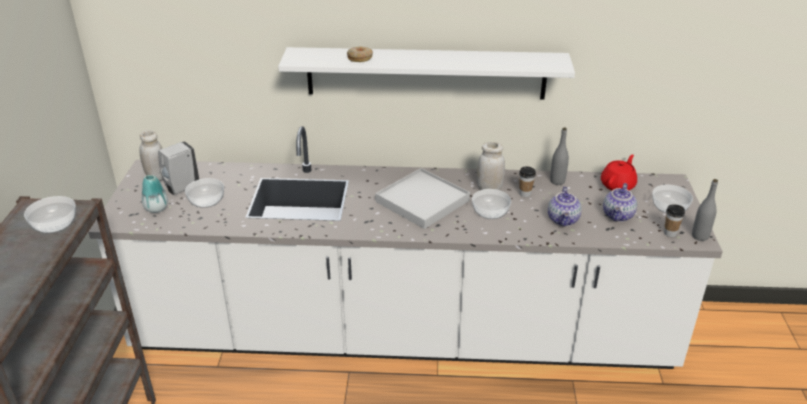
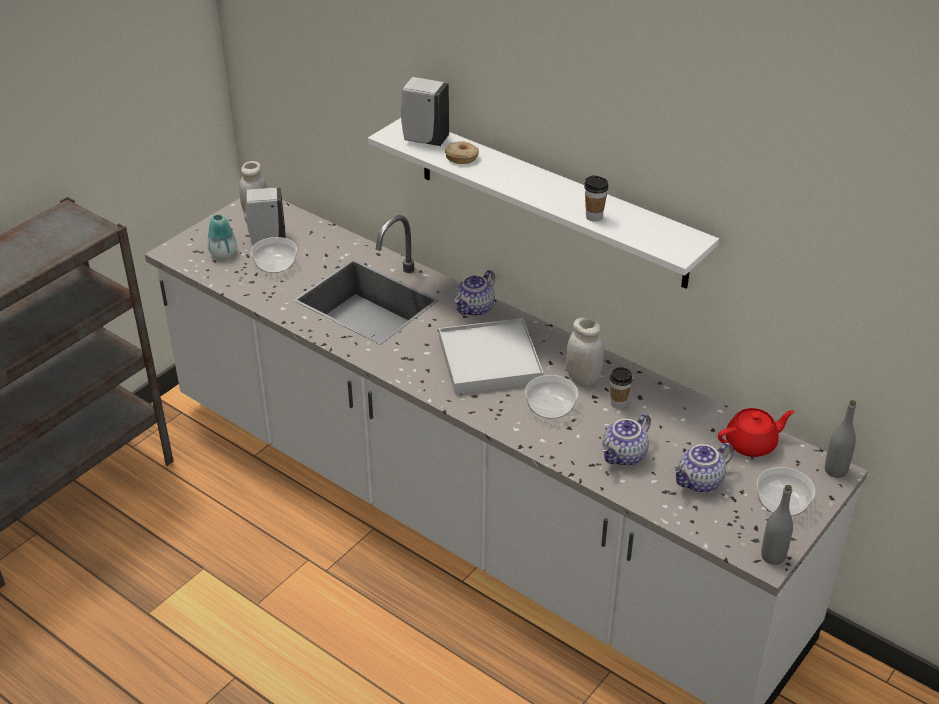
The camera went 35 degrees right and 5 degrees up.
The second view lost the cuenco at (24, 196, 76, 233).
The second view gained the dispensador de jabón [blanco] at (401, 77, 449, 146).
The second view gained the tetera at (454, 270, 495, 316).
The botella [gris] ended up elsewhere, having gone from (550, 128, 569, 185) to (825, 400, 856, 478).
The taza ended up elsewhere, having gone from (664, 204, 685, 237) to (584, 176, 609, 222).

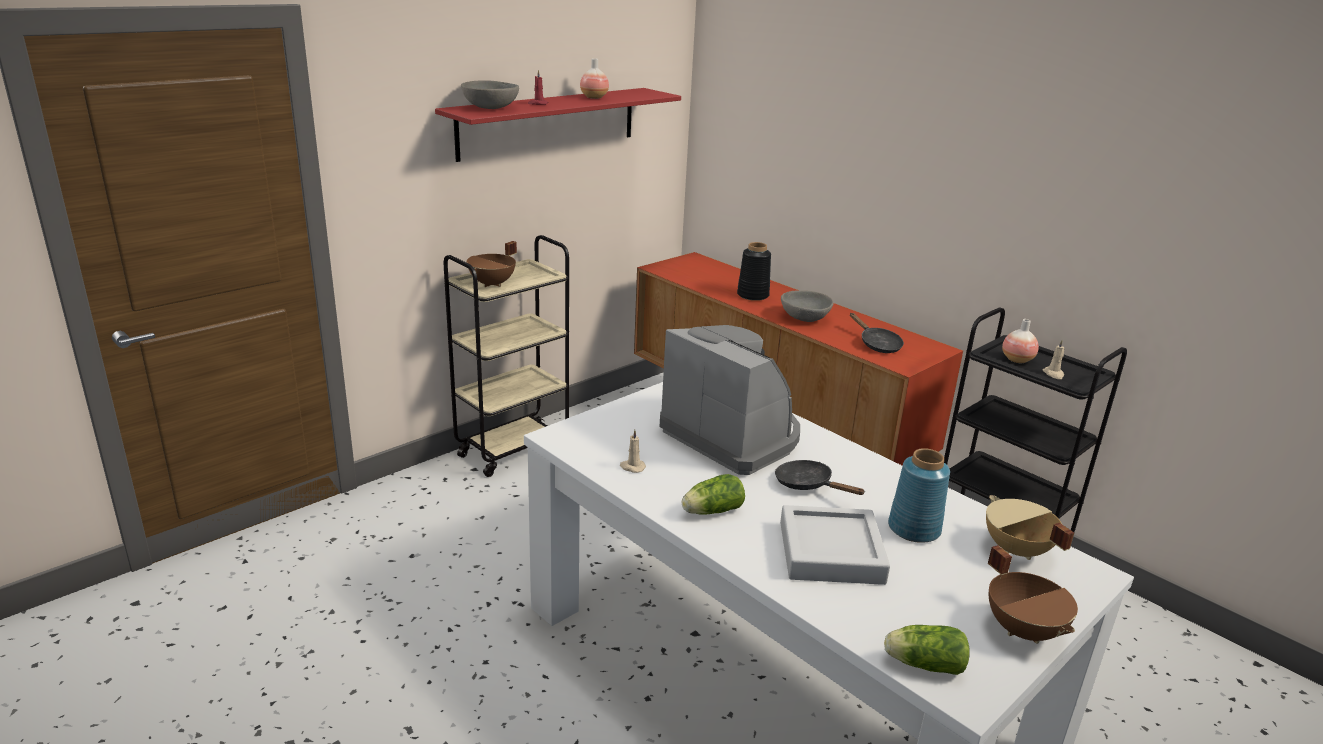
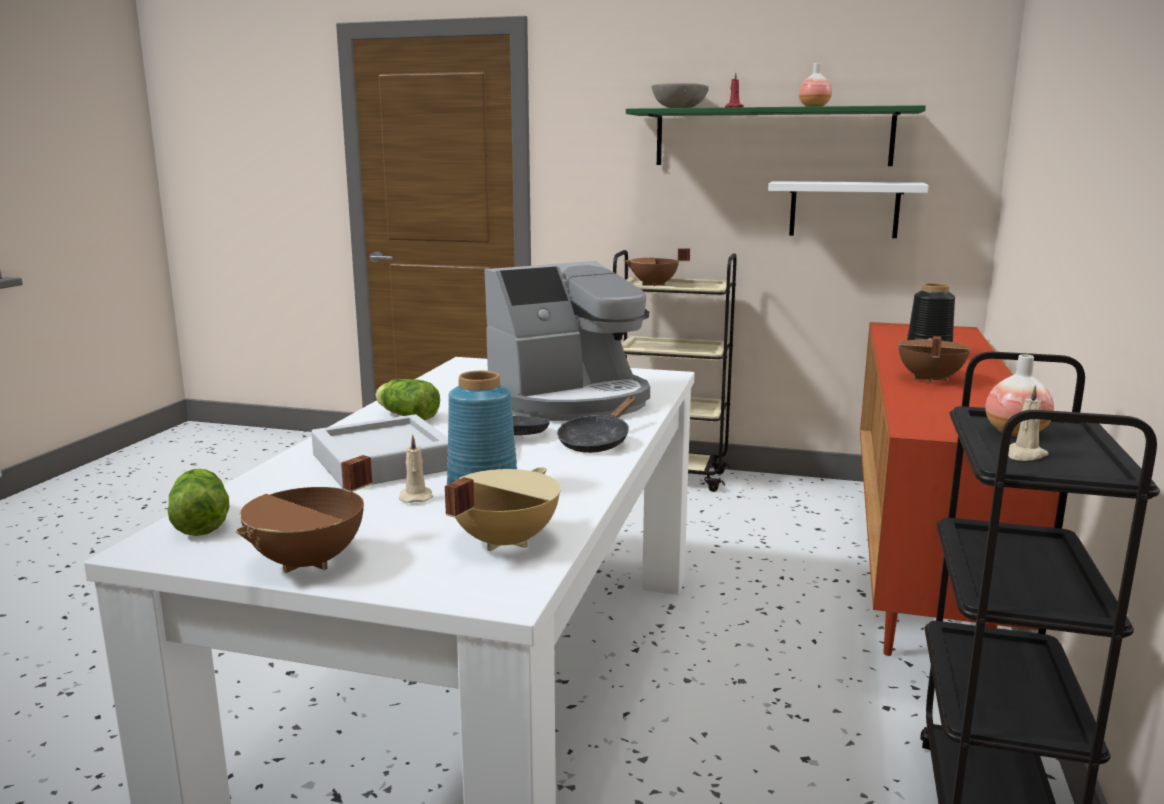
The camera went 60 degrees right and 10 degrees down.
The second view gained the estante [blanco] at (768, 181, 929, 238).
The vela [beis] ended up elsewhere, having gone from (620, 430, 646, 473) to (399, 435, 433, 503).
The sartén [negro] ended up elsewhere, having gone from (850, 313, 904, 353) to (557, 397, 636, 453).
Where the cuenco [gris] stood at (781, 290, 833, 322), the olla [marrón] came to stand at (898, 336, 970, 383).
What was the estante [rojo] at (435, 88, 681, 162) turned into the estante [verde] at (626, 105, 926, 166).
The cafetera at (659, 325, 800, 475) ended up facing another way, 45 degrees clockwise from before.

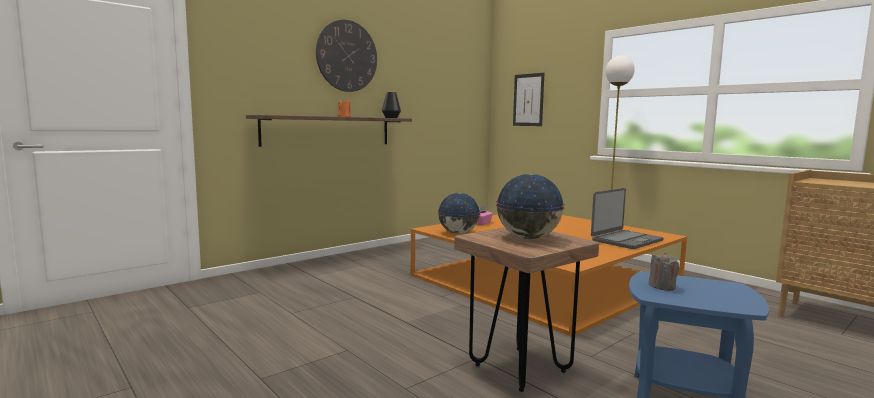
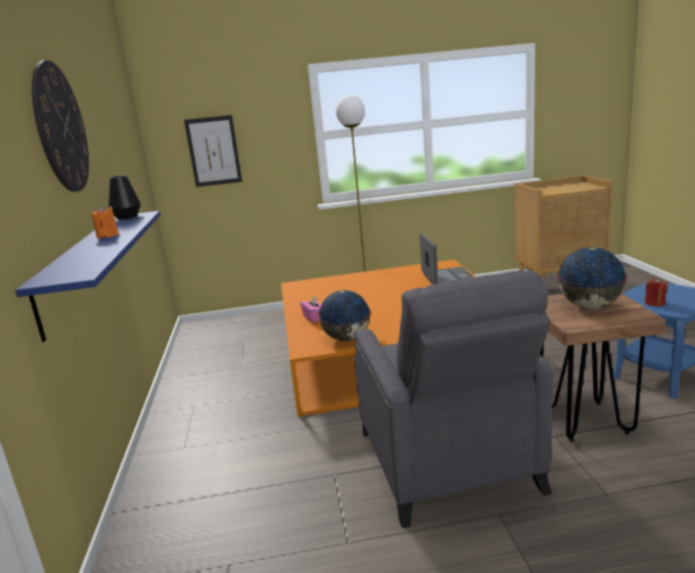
The camera went 55 degrees left and 10 degrees up.
The second view gained the sillón [gris] at (354, 270, 553, 528).
What was the estante [marrón] at (246, 115, 412, 147) turned into the estante [azul] at (15, 211, 160, 342).
What was the vela [gris] at (649, 252, 680, 290) turned into the vela [rojo] at (645, 278, 668, 306).

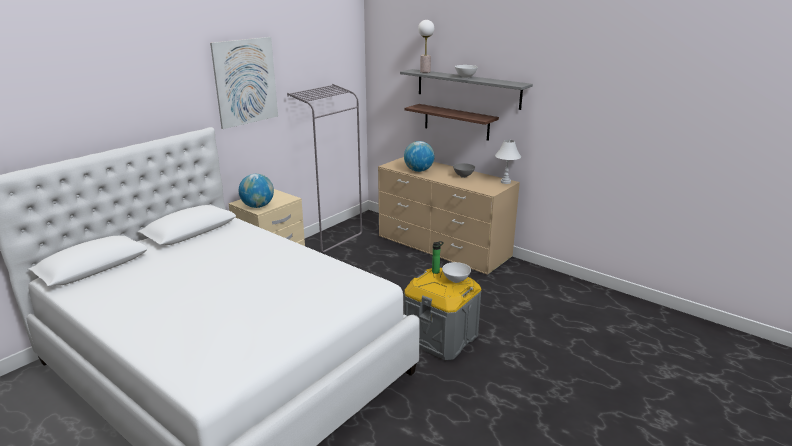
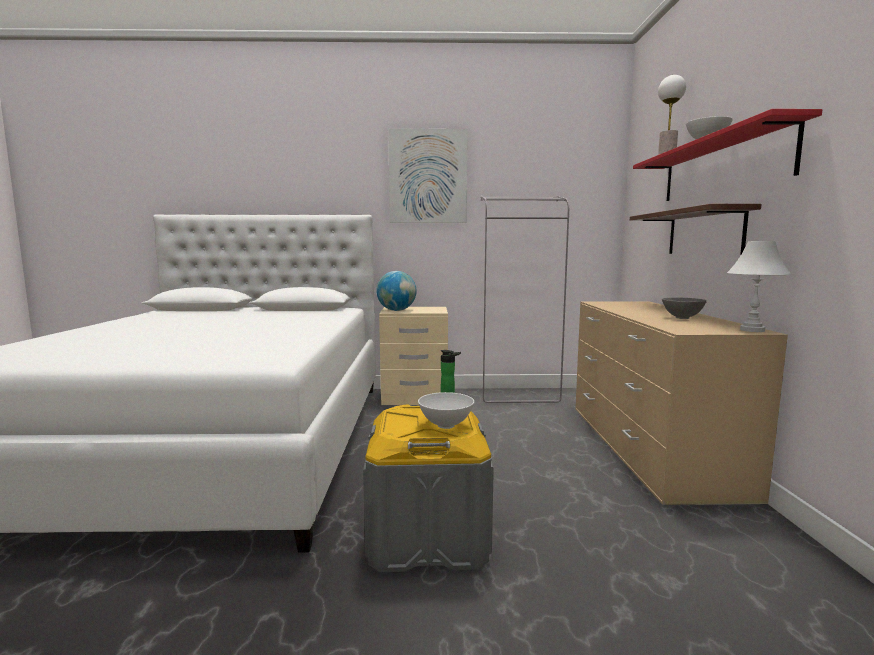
The camera went 50 degrees right and 15 degrees down.
The second view lost the globo terráqueo at (404, 141, 434, 172).
What was the estante [gris] at (400, 69, 533, 110) turned into the estante [rojo] at (633, 109, 822, 201).

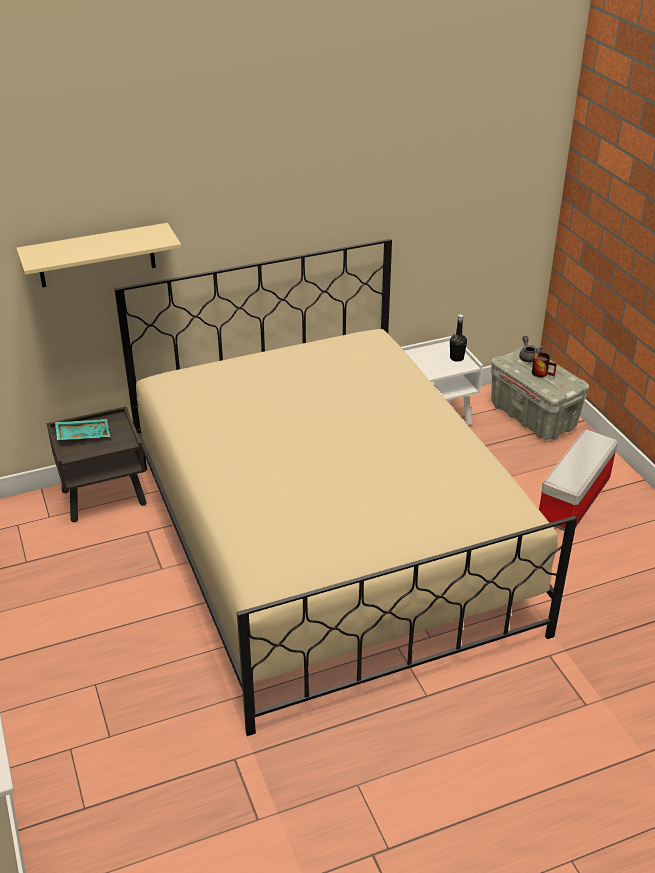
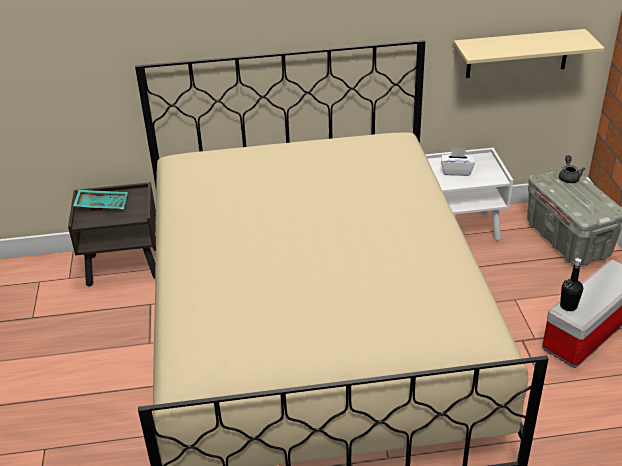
The camera went 15 degrees right and 0 degrees up.
The second view lost the taza grande at (532, 352, 557, 377).
The second view gained the caja de pañuelos [blanco] at (441, 148, 475, 176).
The estante [beis] ended up elsewhere, having gone from (16, 223, 181, 287) to (454, 29, 605, 78).
The botella [negro] ended up elsewhere, having gone from (450, 314, 467, 362) to (560, 258, 583, 311).

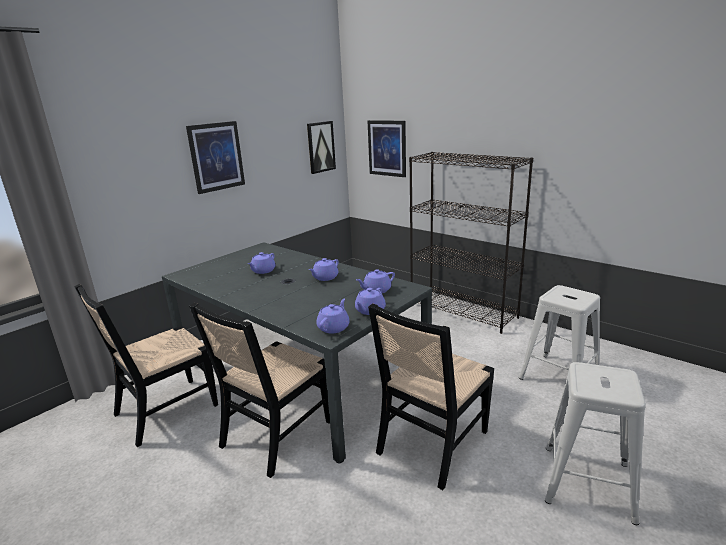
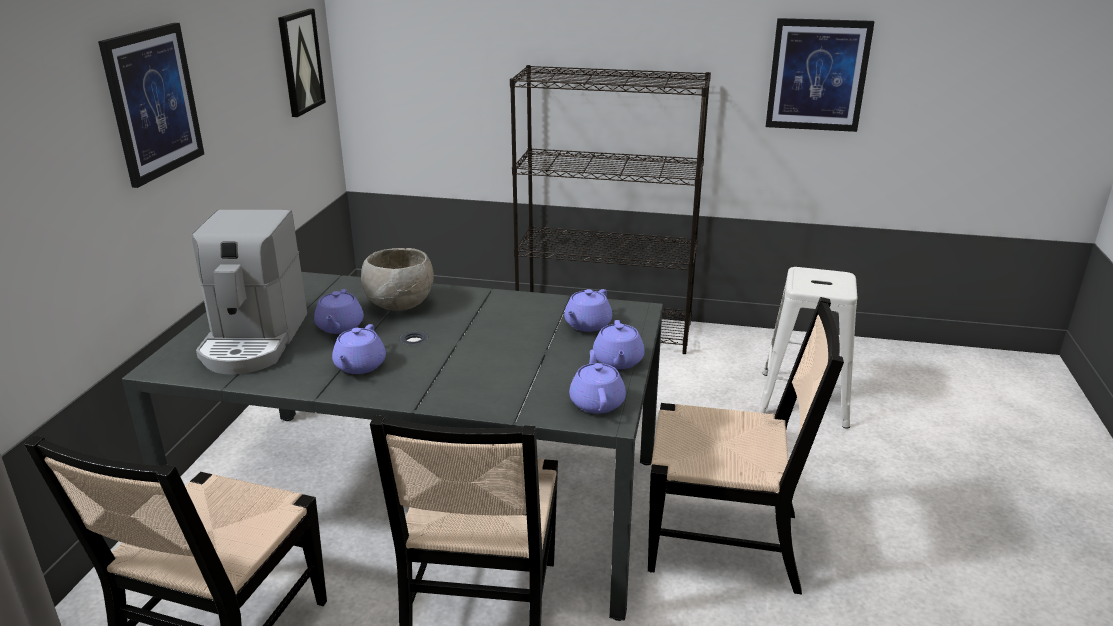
The camera went 30 degrees left and 5 degrees up.
The second view lost the taburete [blanco] at (545, 362, 646, 525).
The second view gained the cafetera at (192, 210, 307, 375).
The second view gained the cuenco [gris] at (361, 248, 434, 311).
The tetera [morado] ended up elsewhere, having gone from (309, 258, 339, 281) to (332, 324, 386, 374).
The cuadro ended up elsewhere, having gone from (368, 120, 406, 177) to (766, 18, 874, 132).
The silla at (368, 303, 494, 490) ended up facing another way, 90 degrees counterclockwise from before.

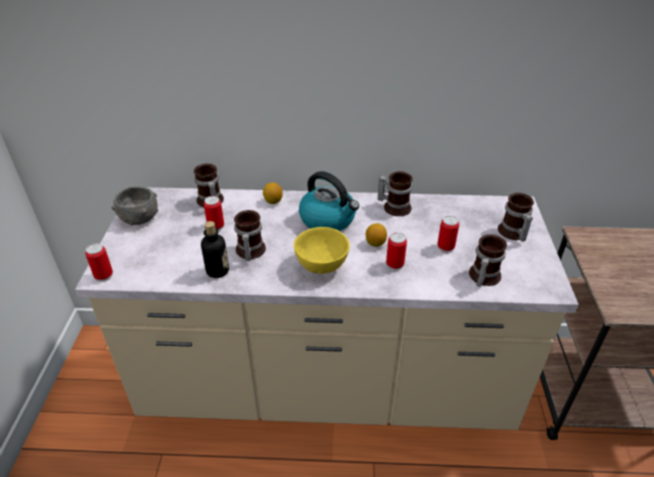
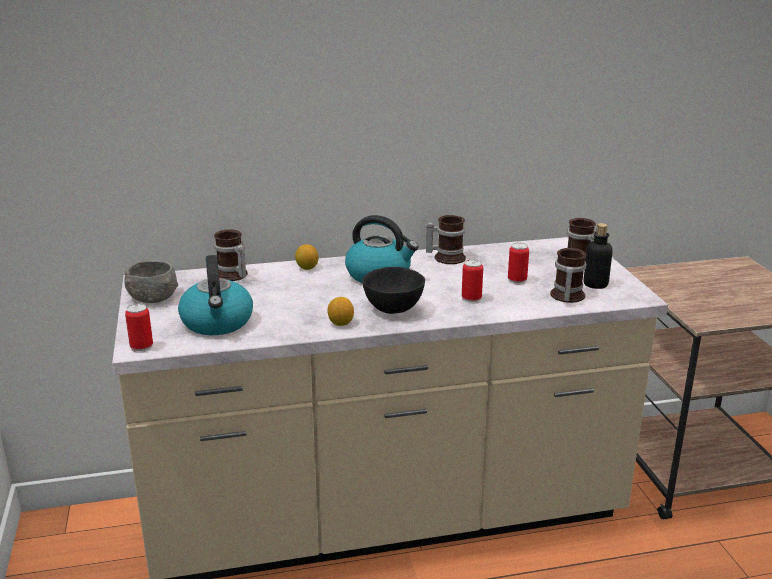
The camera went 15 degrees left and 15 degrees down.
The second view lost the lata at (204, 196, 224, 231).
The second view lost the taza grande at (234, 210, 266, 261).
The second view gained the hervidor at (178, 255, 253, 335).
The botella ended up elsewhere, having gone from (201, 221, 229, 278) to (584, 223, 613, 289).
The limón ended up elsewhere, having gone from (366, 223, 387, 247) to (327, 297, 354, 326).
What was the cuenco [amarillo] at (294, 227, 350, 274) turned into the cuenco [negro] at (362, 267, 425, 314).

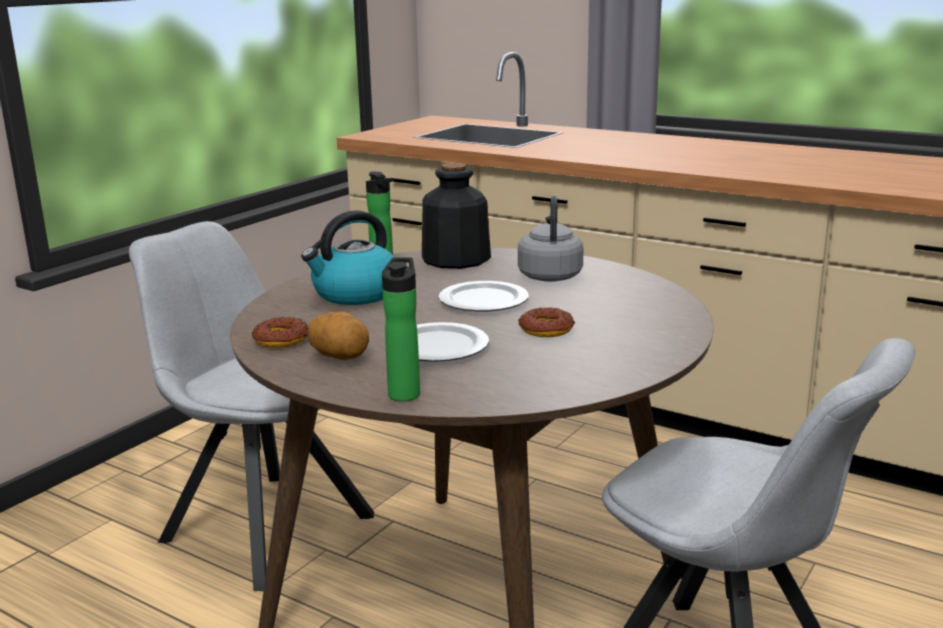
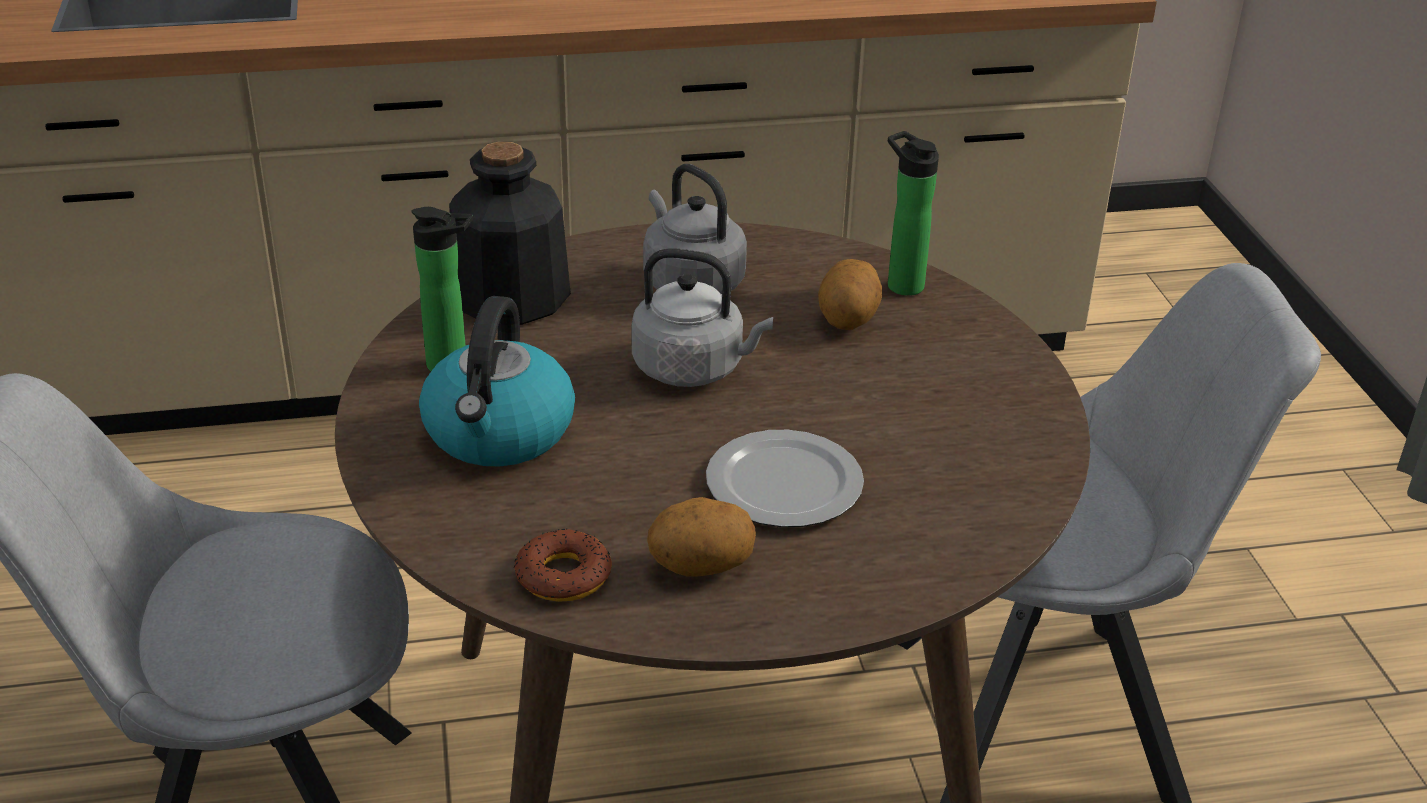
The camera went 45 degrees left and 15 degrees up.
The second view lost the rosquilla at (518, 307, 575, 337).
The second view gained the patata at (818, 259, 882, 330).
The botella ended up elsewhere, having gone from (382, 257, 420, 401) to (888, 131, 939, 296).
Where the plato stood at (439, 281, 529, 312), the hervidor [gris] came to stand at (631, 248, 773, 387).

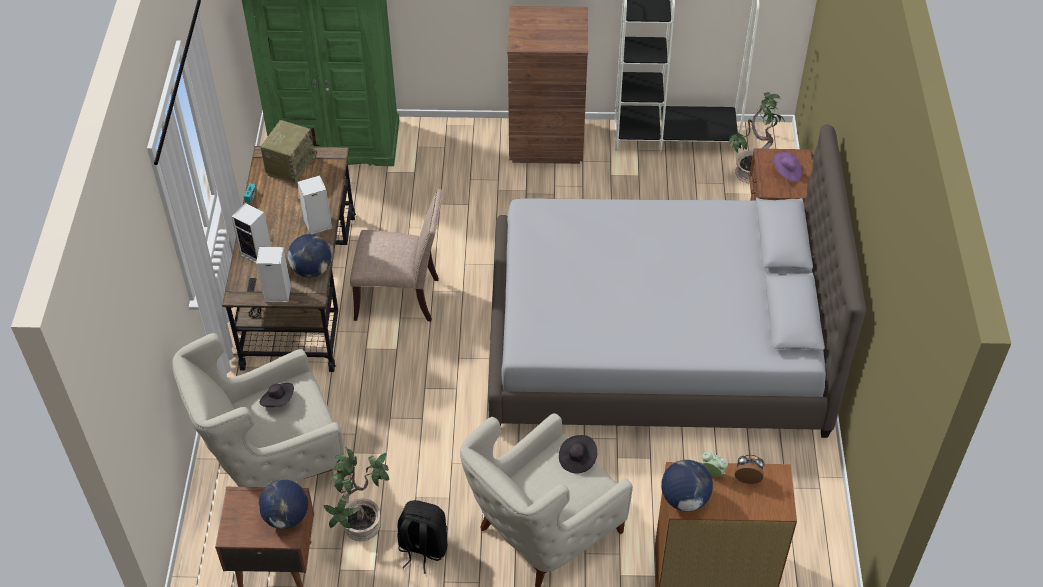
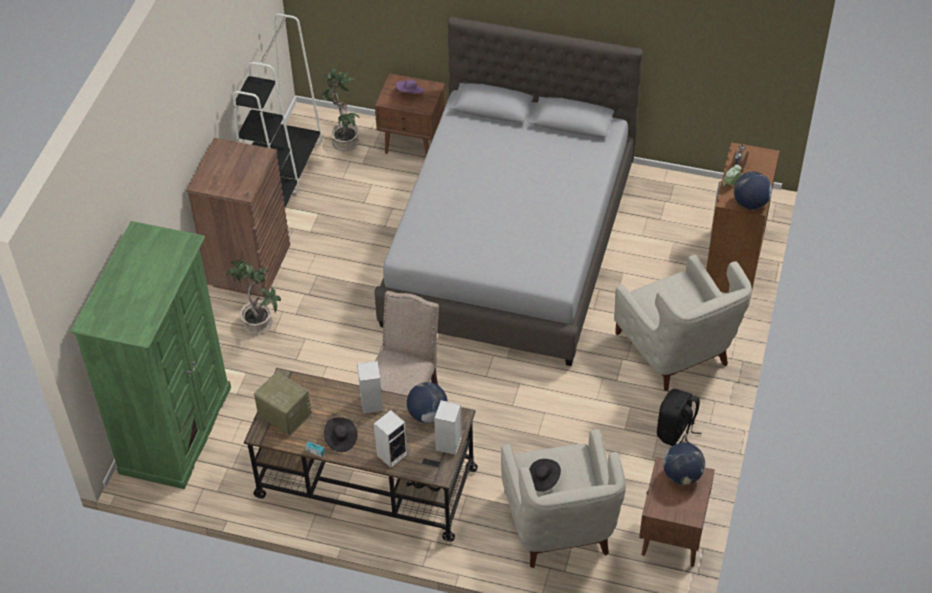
The camera went 75 degrees left and 0 degrees up.
The planta en maceta ended up elsewhere, having gone from (323, 447, 389, 541) to (226, 260, 281, 334).
The sombrero [negro] ended up elsewhere, having gone from (559, 435, 597, 474) to (324, 417, 357, 452).

